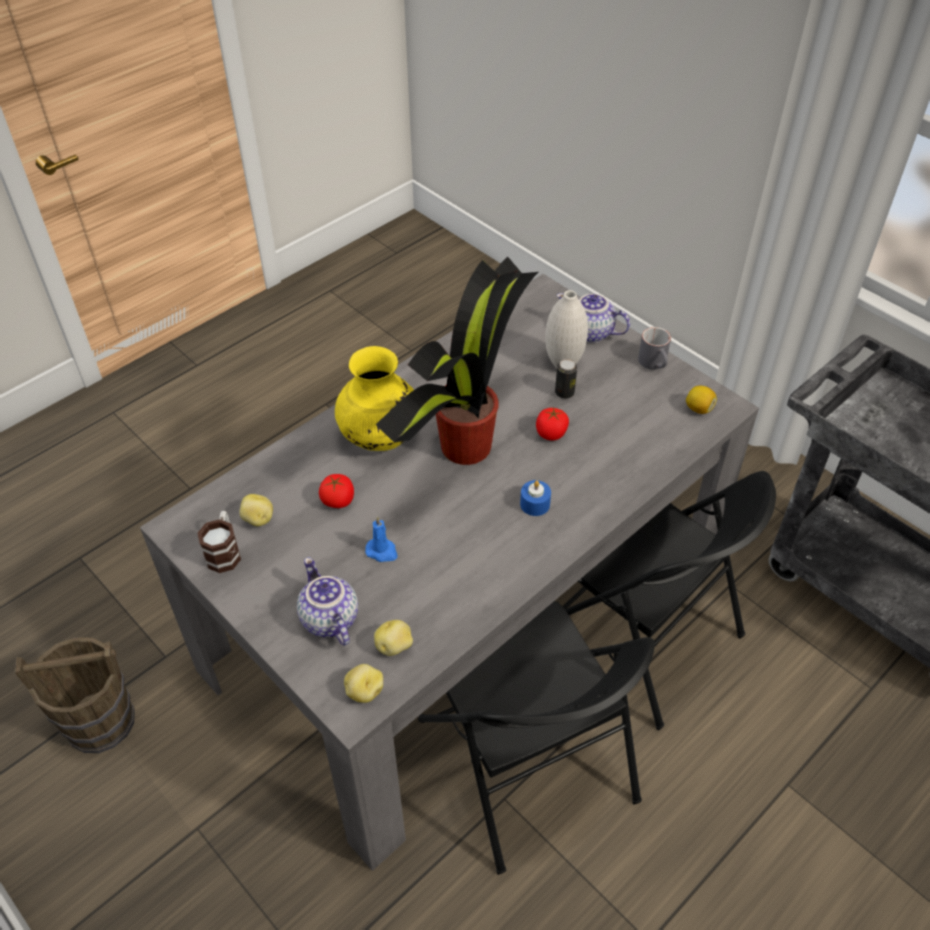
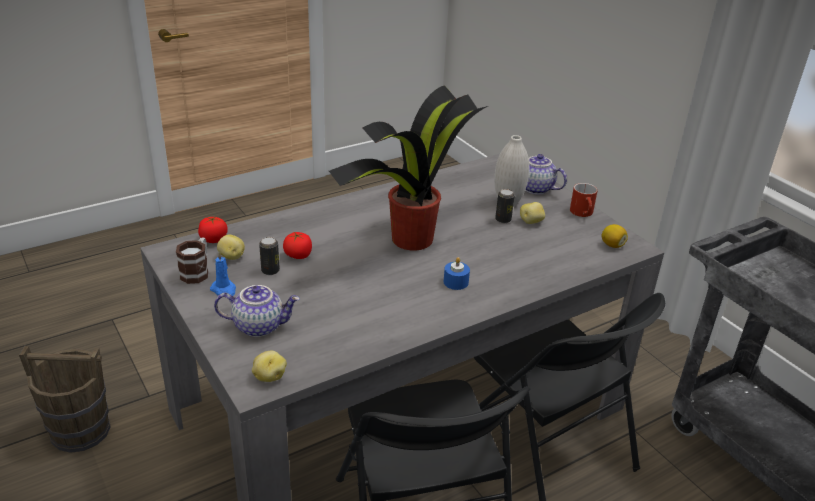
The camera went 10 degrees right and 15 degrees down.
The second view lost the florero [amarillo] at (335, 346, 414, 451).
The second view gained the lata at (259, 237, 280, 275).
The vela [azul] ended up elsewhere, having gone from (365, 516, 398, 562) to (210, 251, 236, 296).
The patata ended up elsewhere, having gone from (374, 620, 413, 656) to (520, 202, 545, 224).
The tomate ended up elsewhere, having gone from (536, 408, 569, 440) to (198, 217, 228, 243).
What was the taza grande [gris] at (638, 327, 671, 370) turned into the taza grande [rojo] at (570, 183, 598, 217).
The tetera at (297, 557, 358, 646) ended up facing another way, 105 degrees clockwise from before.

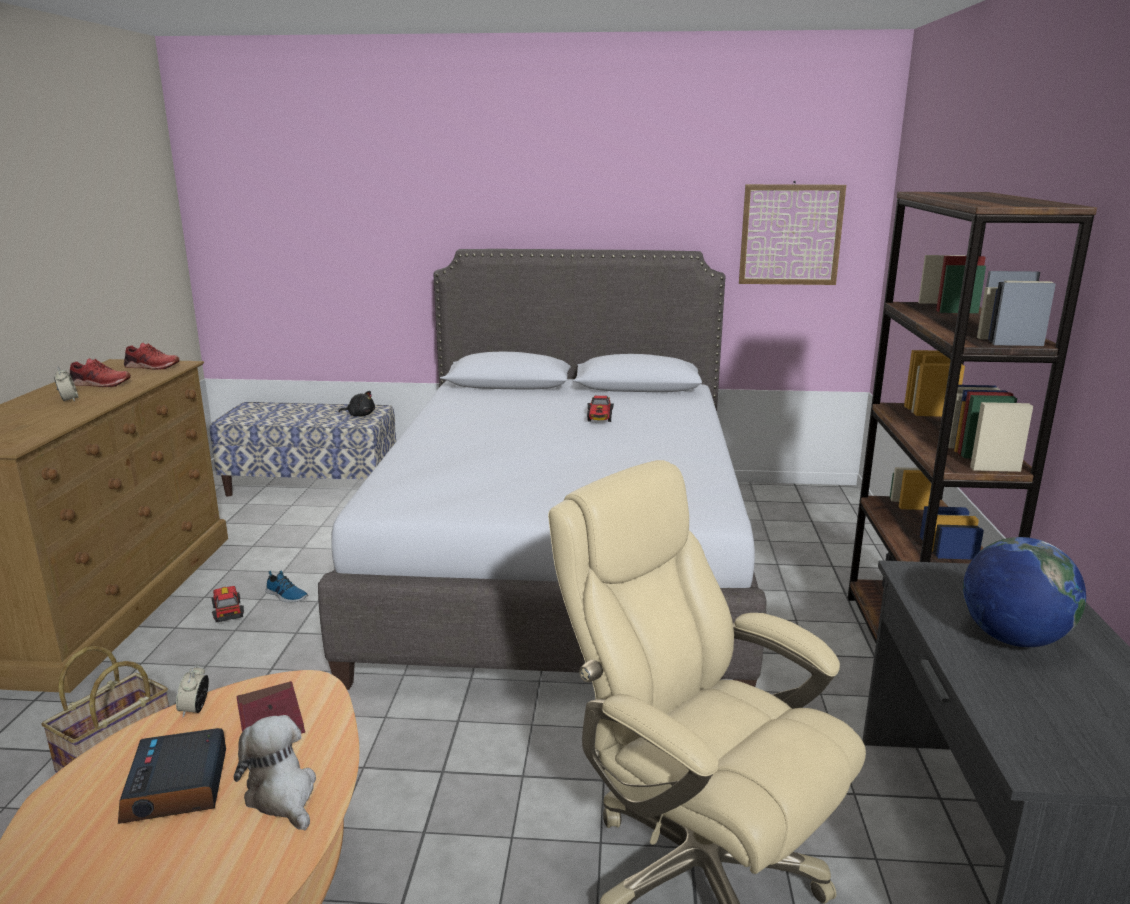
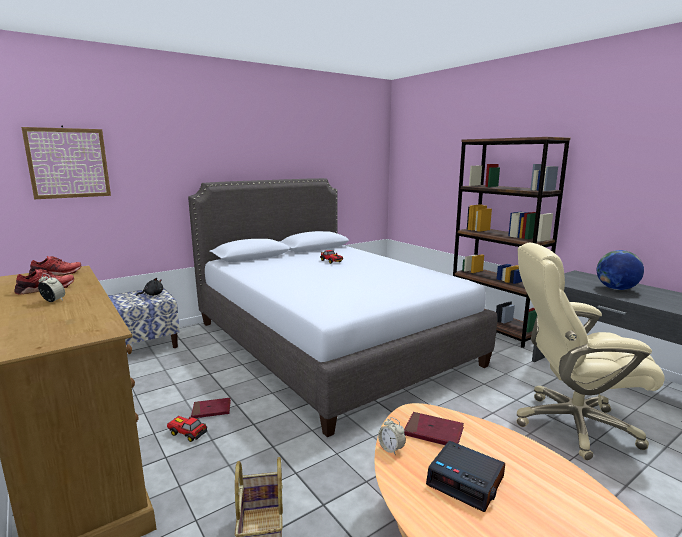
The camera went 40 degrees left and 5 degrees down.
The second view lost the peluche at (234, 715, 316, 830).
The cuadro ended up elsewhere, having gone from (739, 181, 846, 285) to (21, 126, 111, 199).
Where the zapato stood at (266, 570, 308, 603), the libro [rojo] came to stand at (191, 398, 231, 418).

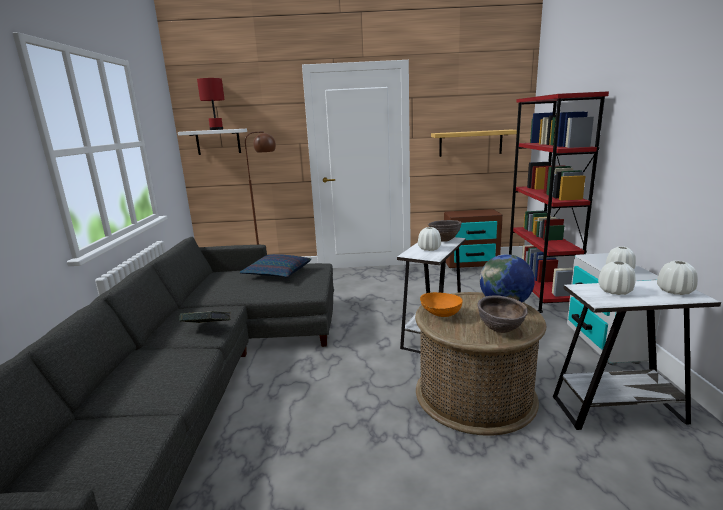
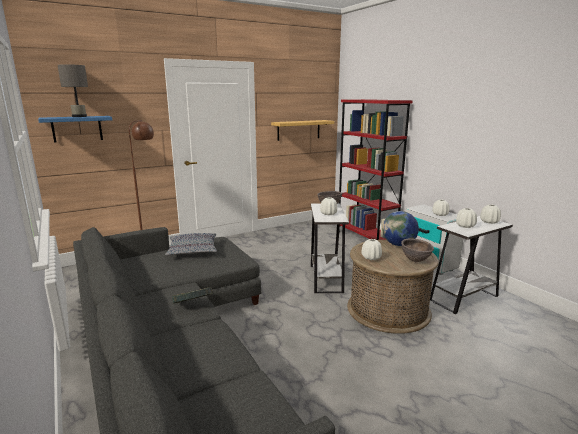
The camera went 30 degrees left and 0 degrees up.
The second view lost the mesita de noche [marrón] at (444, 209, 503, 271).
Where the cuenco [naranja] stood at (420, 292, 462, 317), the florero [blanco] came to stand at (361, 239, 382, 260).
What was the estante [blanco] at (178, 129, 247, 155) turned into the estante [azul] at (38, 116, 112, 142).
What was the lámpara de mesa [rojo] at (197, 78, 225, 130) turned into the lámpara de mesa [gris] at (58, 64, 88, 117).
What was the cojín [azul] at (240, 254, 311, 277) turned into the cojín [gris] at (165, 233, 217, 255).

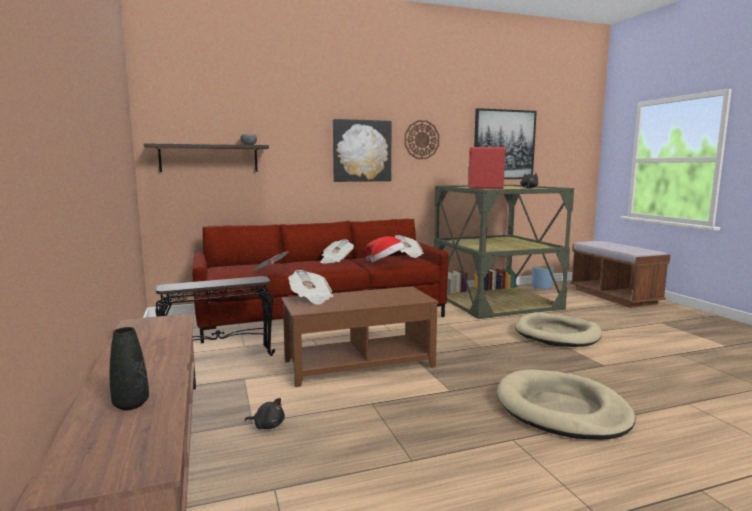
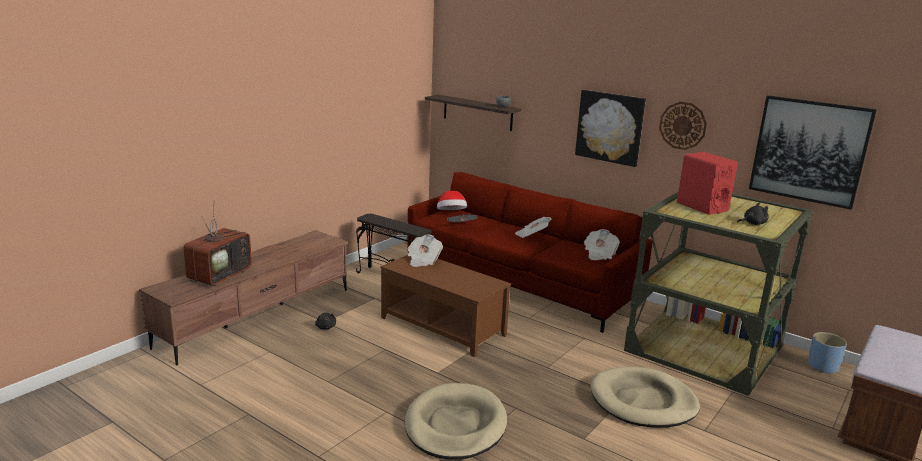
The camera went 55 degrees right and 10 degrees up.
The sombrero ended up elsewhere, having gone from (365, 236, 405, 262) to (437, 191, 467, 210).
Where the florero [negro] stood at (110, 327, 149, 410), the televisor came to stand at (183, 200, 252, 286).

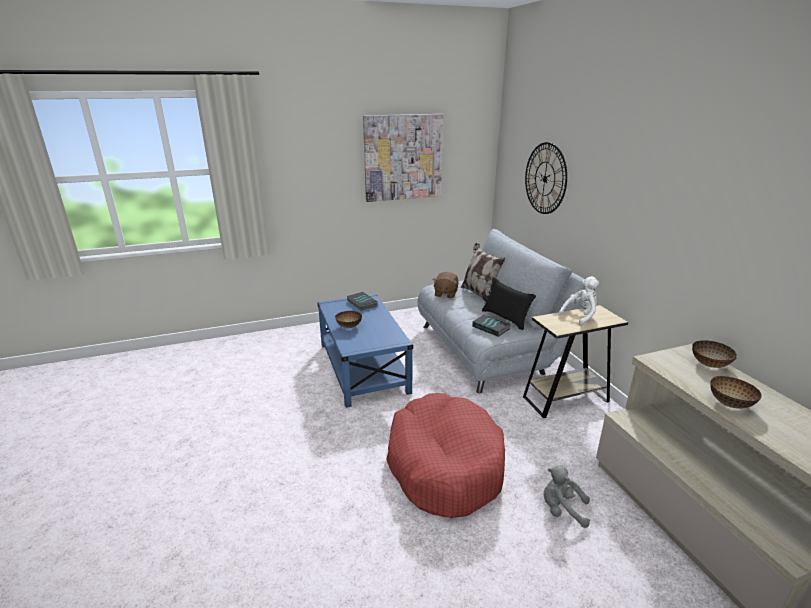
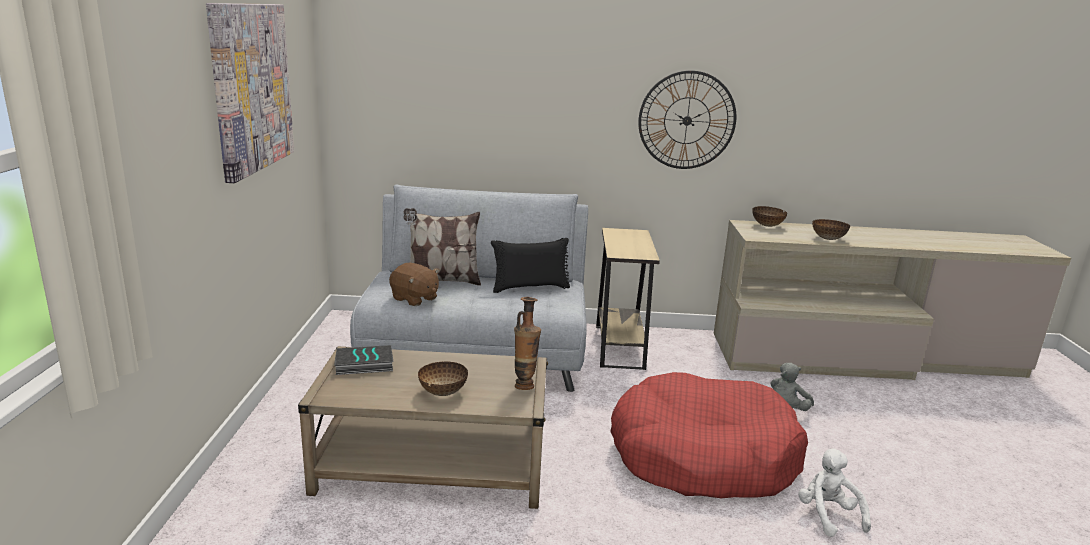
The camera went 70 degrees left and 5 degrees down.
The second view lost the libro at (472, 314, 511, 337).
The second view gained the florero at (514, 297, 541, 390).
The reloj de pared ended up elsewhere, having gone from (525, 142, 567, 214) to (638, 71, 736, 169).
The peluche [blanco] ended up elsewhere, having gone from (558, 276, 599, 326) to (798, 449, 871, 537).
What was the mesa de centro [azul] at (317, 294, 413, 408) turned into the mesa de centro [beis] at (298, 346, 548, 509).

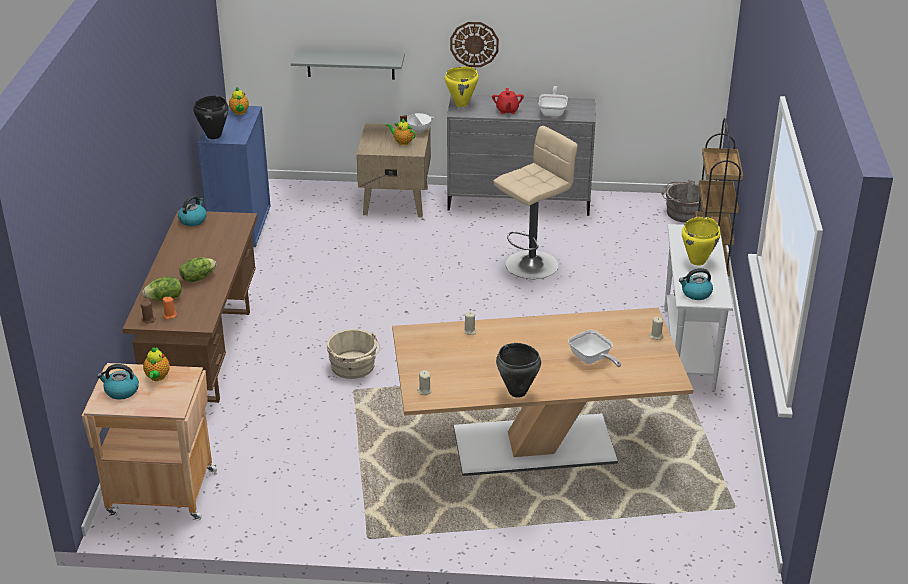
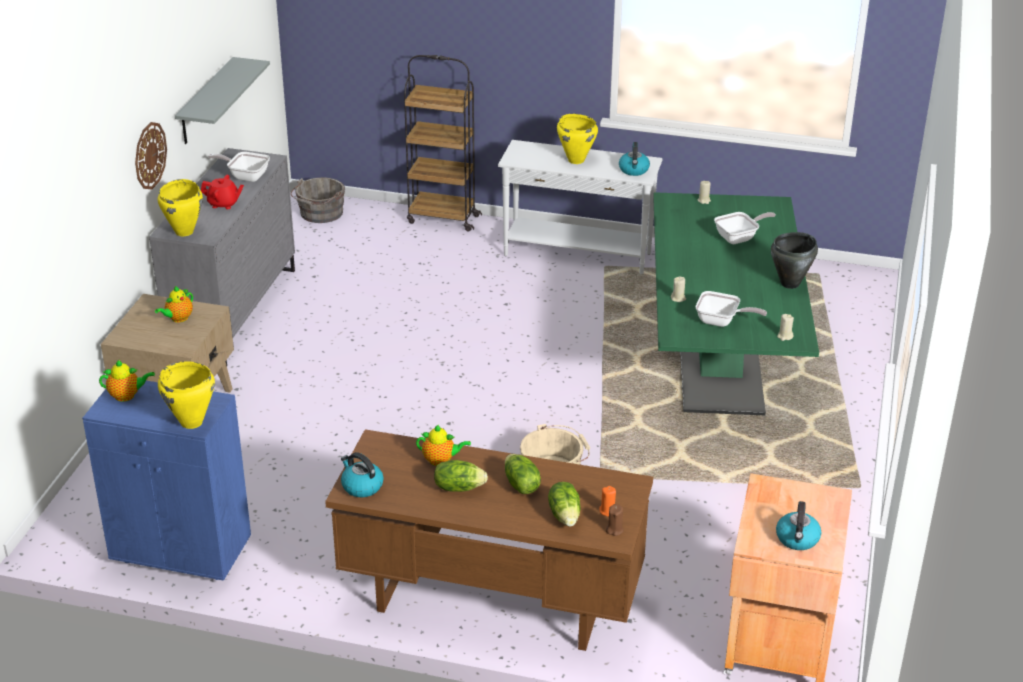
The camera went 80 degrees left and 0 degrees up.
The second view lost the olla [blanco] at (400, 113, 434, 134).
The second view lost the taburete [beis] at (493, 126, 578, 279).
The second view gained the lechuga at (434, 460, 488, 492).
The second view gained the sartén at (696, 291, 767, 327).
The tetera ended up elsewhere, having gone from (143, 347, 170, 381) to (416, 425, 471, 466).
The estante [gris] ended up elsewhere, having gone from (291, 50, 405, 80) to (175, 57, 270, 144).
What was the olla [negro] at (193, 96, 229, 139) turned into the olla [amarillo] at (158, 361, 215, 429).
What was the mesa de comedor [beis] at (392, 308, 693, 476) turned into the mesa de comedor [verde] at (653, 192, 819, 415).

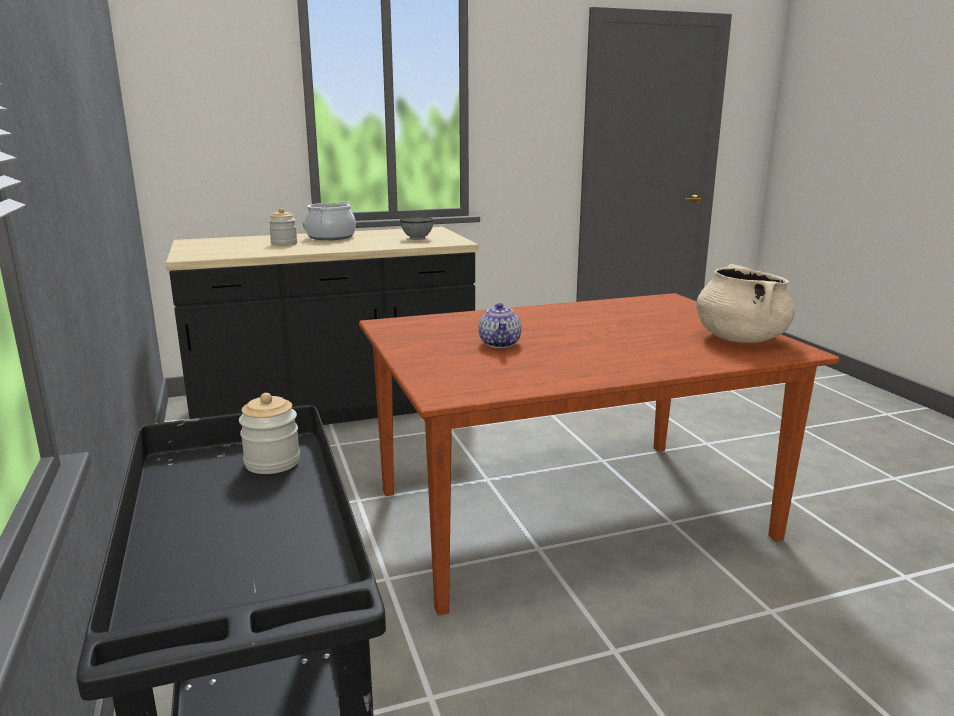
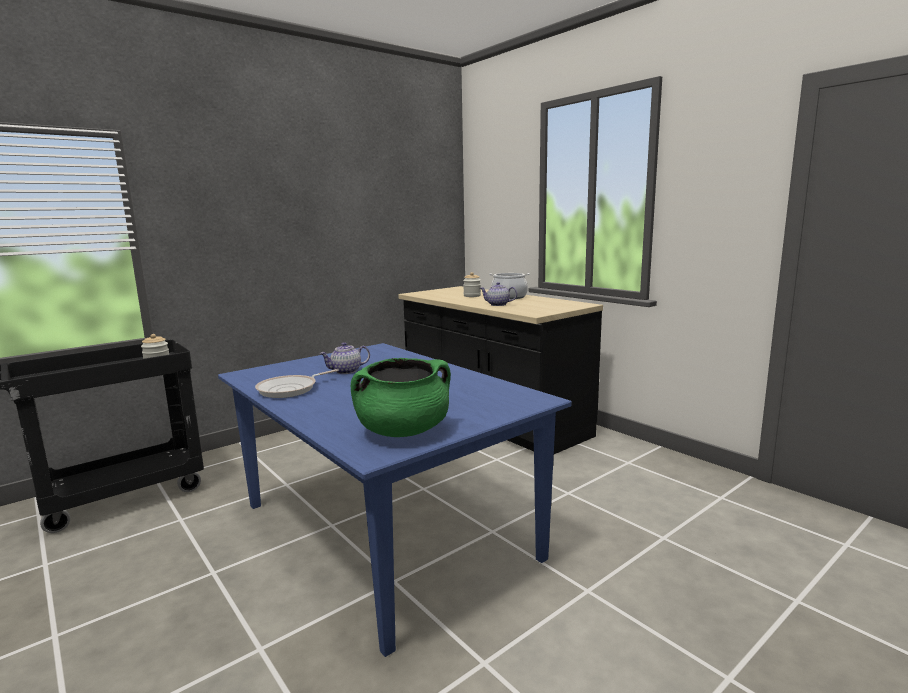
The camera went 70 degrees right and 5 degrees down.
The second view lost the cuenco [gris] at (400, 217, 434, 240).
The second view gained the sartén at (255, 369, 339, 398).
The second view gained the tetera at (480, 282, 517, 306).
What was the mesa de comedor [marrón] at (359, 293, 839, 616) turned into the mesa de comedor [azul] at (218, 343, 572, 657).
What was the olla [beis] at (696, 264, 795, 343) turned into the olla [verde] at (351, 358, 451, 437).

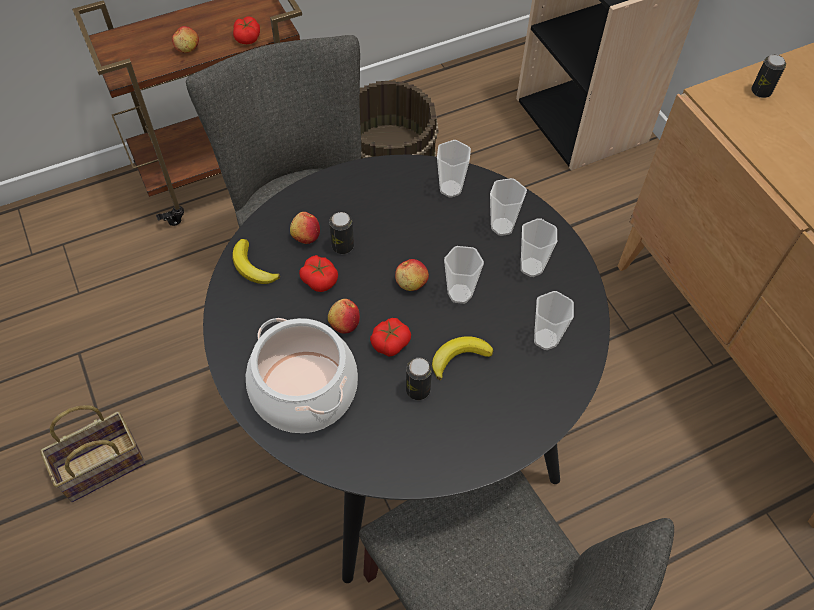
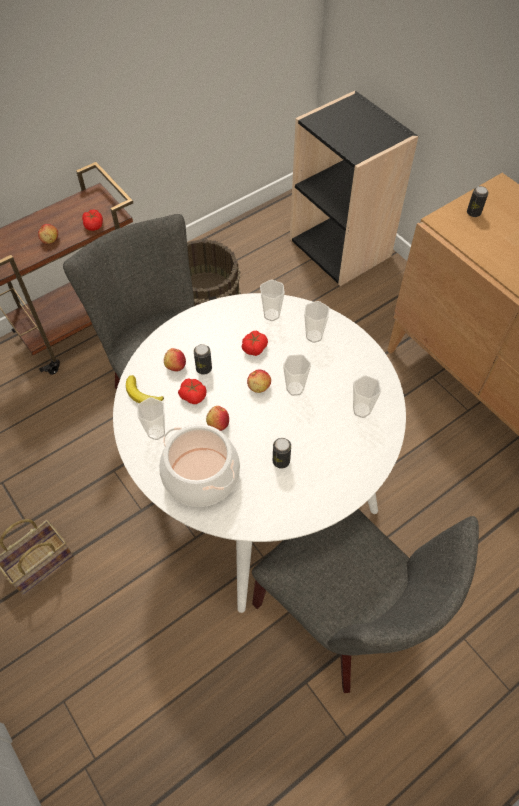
The camera went 10 degrees left and 0 degrees up.
The second view lost the plátano at (432, 336, 493, 380).
The tomate ended up elsewhere, having gone from (370, 318, 411, 357) to (241, 331, 268, 356).
The taza ended up elsewhere, having gone from (521, 218, 557, 277) to (137, 397, 165, 440).
What was the mesa de comedor [negro] at (203, 155, 610, 583) turned into the mesa de comedor [blanco] at (113, 293, 406, 613).

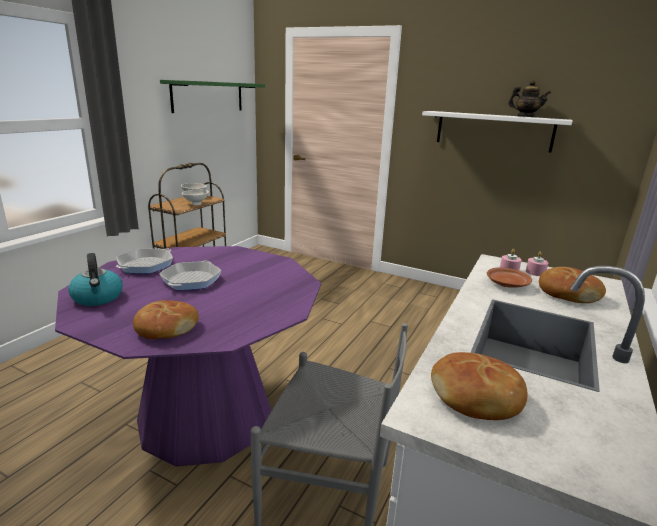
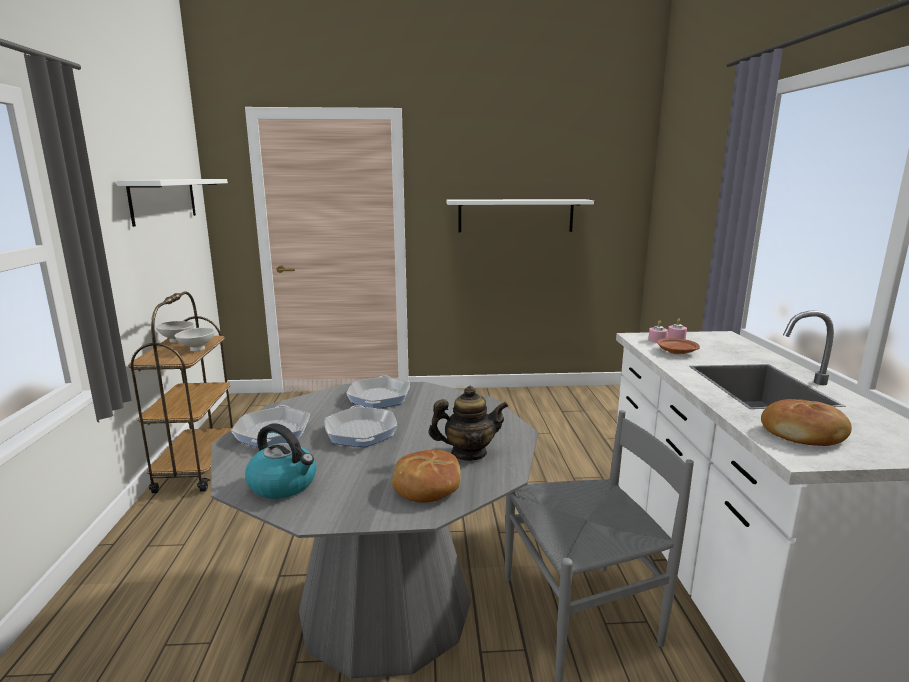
The camera went 30 degrees left and 5 degrees down.
The second view lost the pan at (539, 267, 606, 303).
The second view gained the sartén at (346, 376, 410, 408).
The tetera ended up elsewhere, having gone from (508, 80, 551, 117) to (428, 386, 508, 461).
What was the mesa de comedor [morado] at (55, 246, 321, 467) turned into the mesa de comedor [gris] at (211, 382, 538, 679).
What was the estante [verde] at (160, 80, 265, 113) turned into the estante [blanco] at (116, 179, 228, 227).

